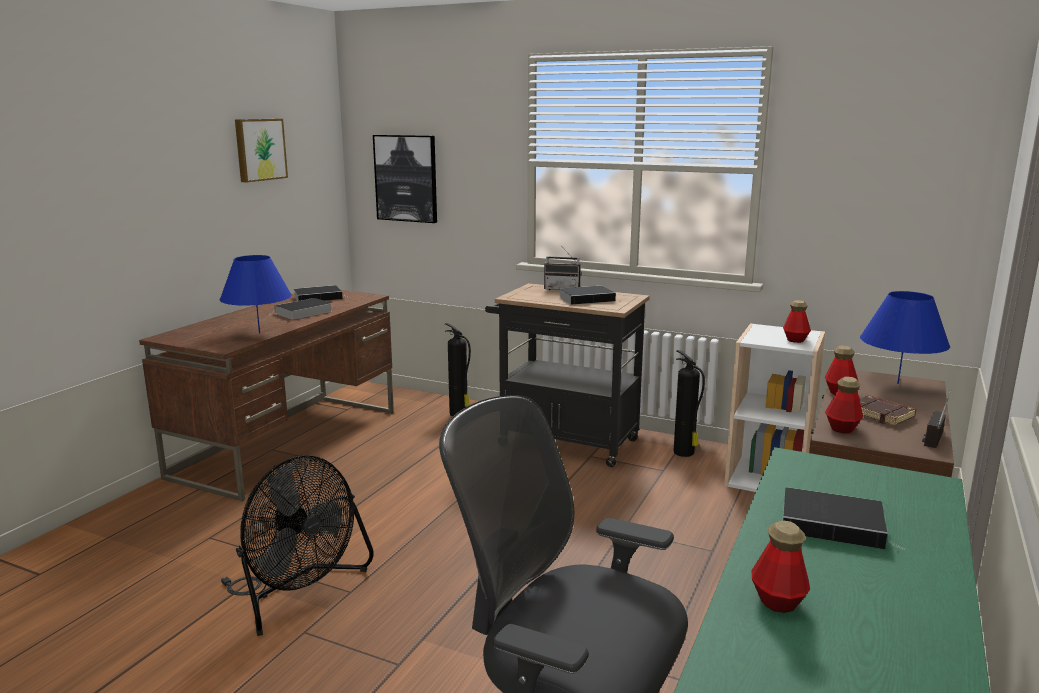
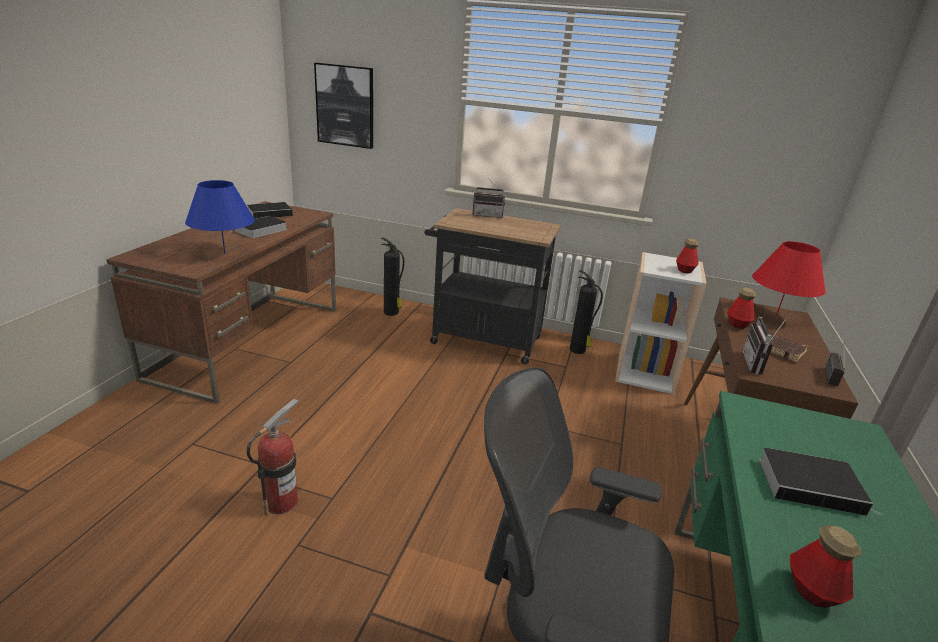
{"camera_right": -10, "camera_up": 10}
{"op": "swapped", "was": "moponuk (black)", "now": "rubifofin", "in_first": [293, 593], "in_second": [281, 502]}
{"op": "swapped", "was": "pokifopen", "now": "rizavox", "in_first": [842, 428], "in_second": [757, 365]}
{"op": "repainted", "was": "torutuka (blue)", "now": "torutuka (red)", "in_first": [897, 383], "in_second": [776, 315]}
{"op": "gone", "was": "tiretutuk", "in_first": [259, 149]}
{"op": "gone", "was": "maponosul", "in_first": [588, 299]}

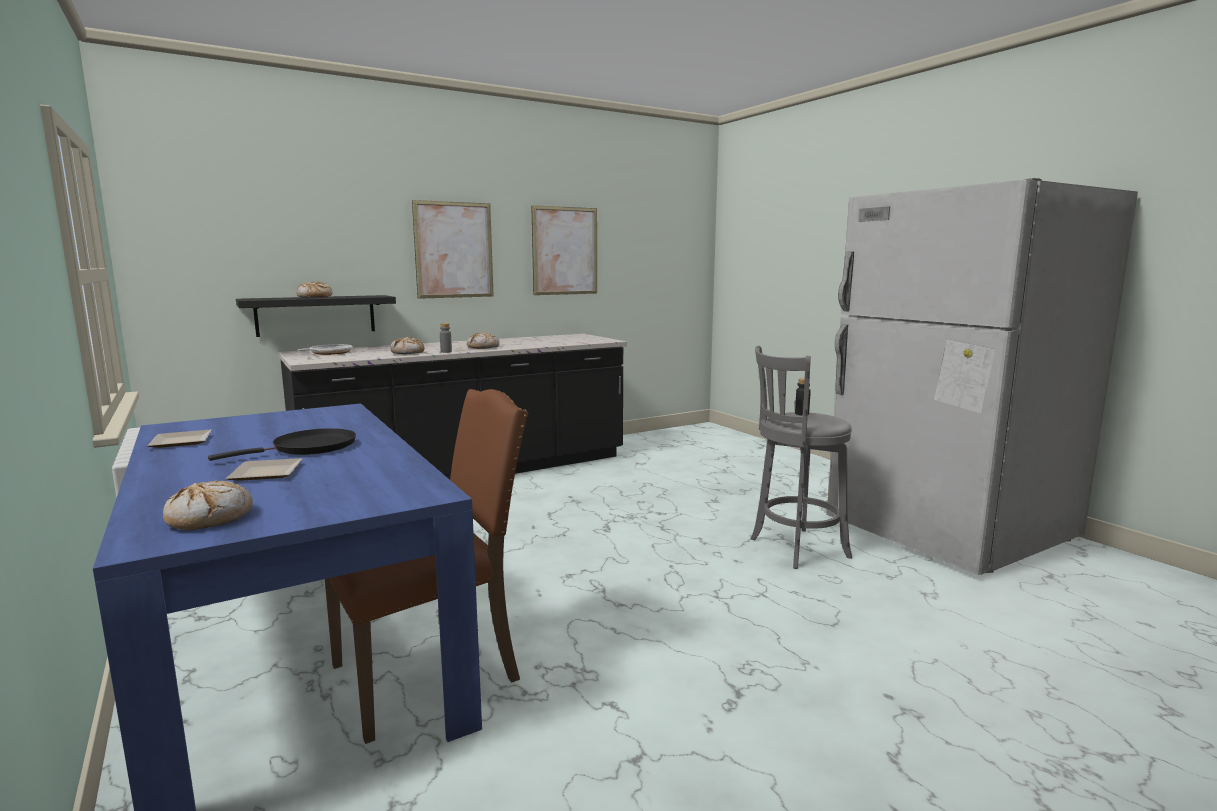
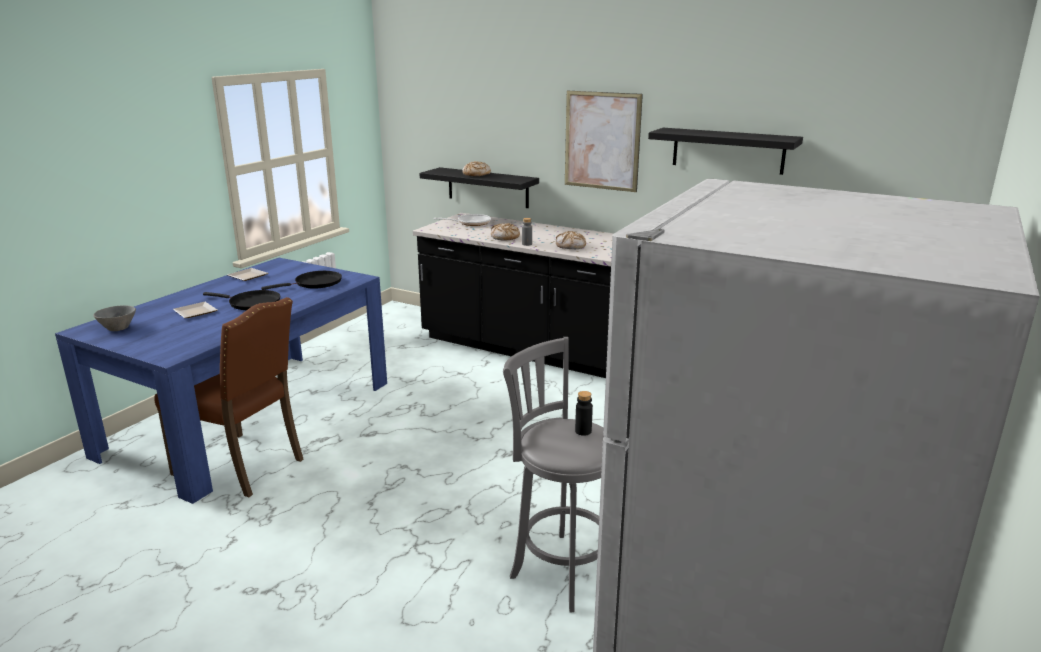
{"camera_right": 60, "camera_up": 10}
{"op": "swapped", "was": "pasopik", "now": "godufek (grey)", "in_first": [210, 517], "in_second": [119, 328]}
{"op": "new", "now": "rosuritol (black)", "in_second": [315, 283]}
{"op": "swapped", "was": "tiretutuk", "now": "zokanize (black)", "in_first": [565, 251], "in_second": [728, 150]}

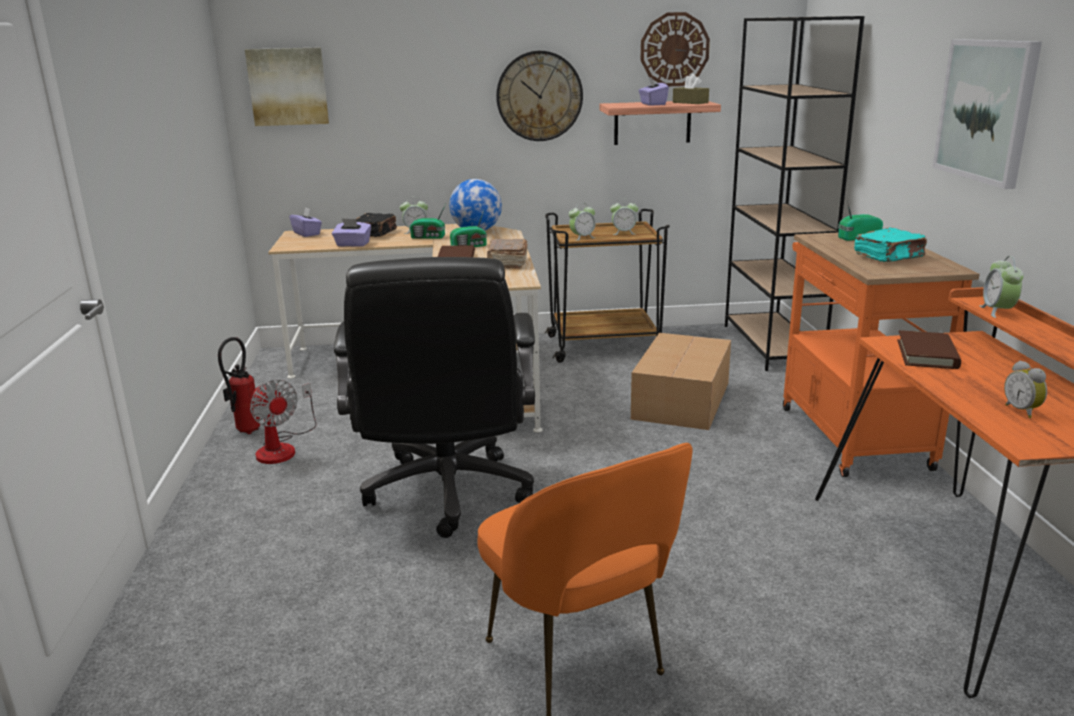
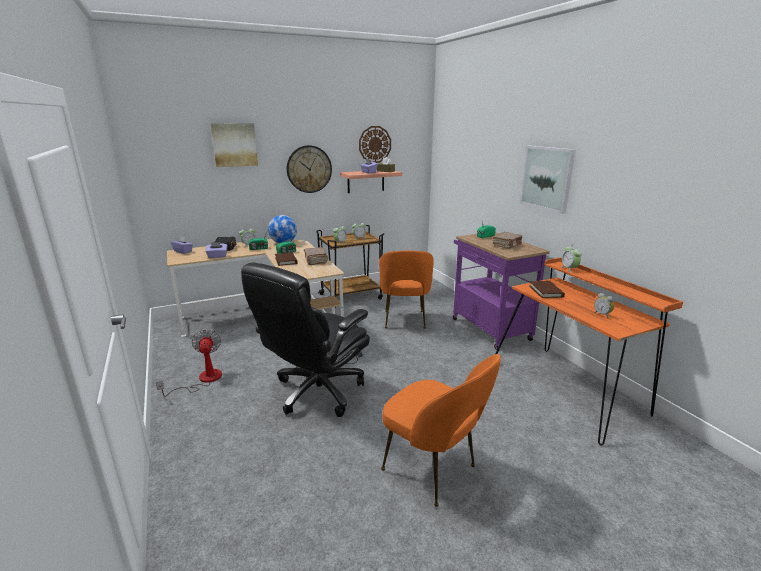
{"camera_right": -20, "camera_up": 0}
{"op": "rotated", "was": "moponuk", "in_first": [282, 448], "in_second": [203, 380], "clockwise": -135}
{"op": "shifted", "was": "tiretutuk", "in_first": [288, 86], "in_second": [234, 145]}
{"op": "rotated", "was": "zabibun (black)", "in_first": [445, 496], "in_second": [315, 393], "clockwise": 60}
{"op": "swapped", "was": "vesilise", "now": "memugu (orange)", "in_first": [680, 401], "in_second": [404, 321]}
{"op": "repainted", "was": "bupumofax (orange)", "now": "bupumofax (purple)", "in_first": [851, 435], "in_second": [489, 328]}
{"op": "repainted", "was": "maponosul (turquoise)", "now": "maponosul (brown)", "in_first": [889, 257], "in_second": [507, 245]}
{"op": "gone", "was": "rubifofin", "in_first": [244, 432]}
{"op": "gone", "was": "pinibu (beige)", "in_first": [773, 345]}

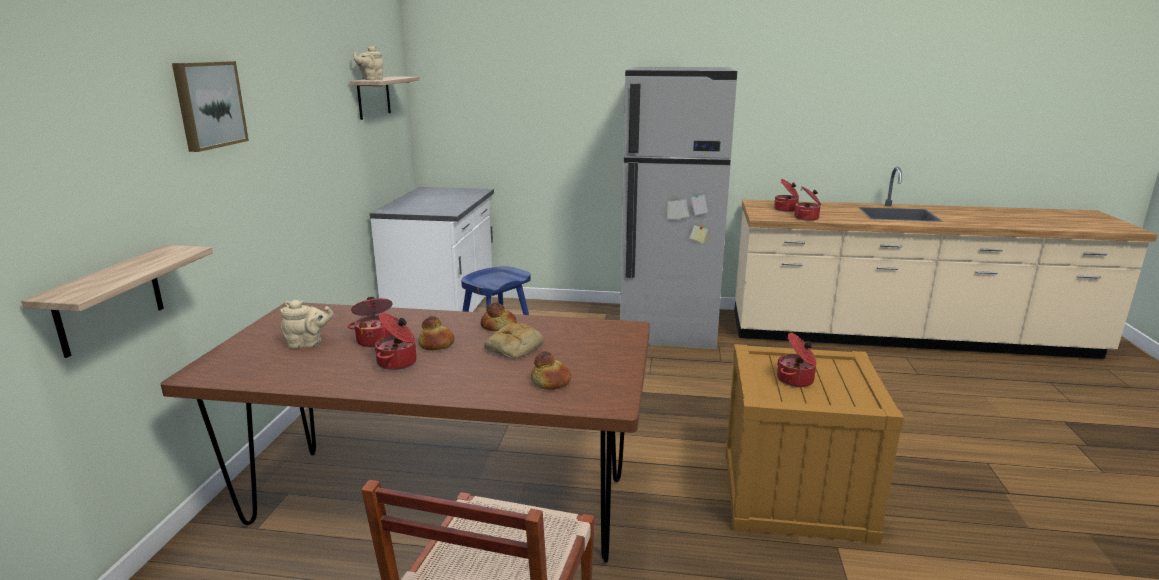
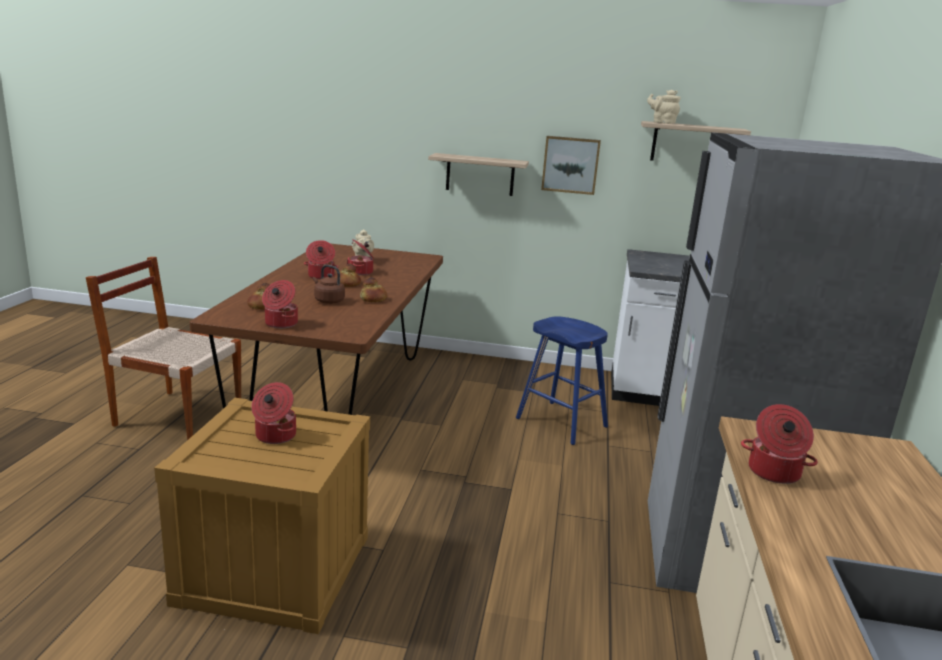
{"camera_right": 90, "camera_up": 0}
{"op": "shifted", "was": "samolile", "in_first": [786, 209], "in_second": [280, 324]}
{"op": "swapped", "was": "pasopik", "now": "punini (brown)", "in_first": [514, 348], "in_second": [328, 301]}
{"op": "shifted", "was": "zokanize", "in_first": [109, 300], "in_second": [480, 174]}
{"op": "shifted", "was": "tiretutuk", "in_first": [208, 104], "in_second": [570, 165]}

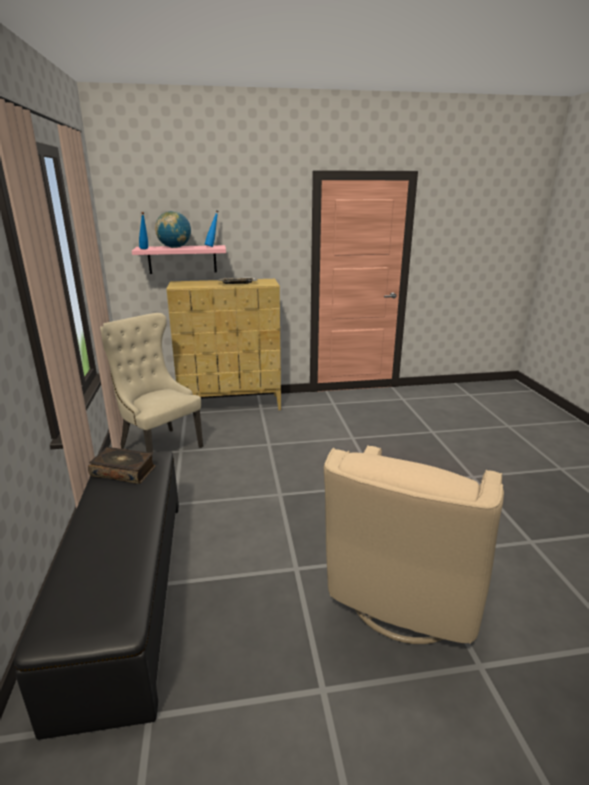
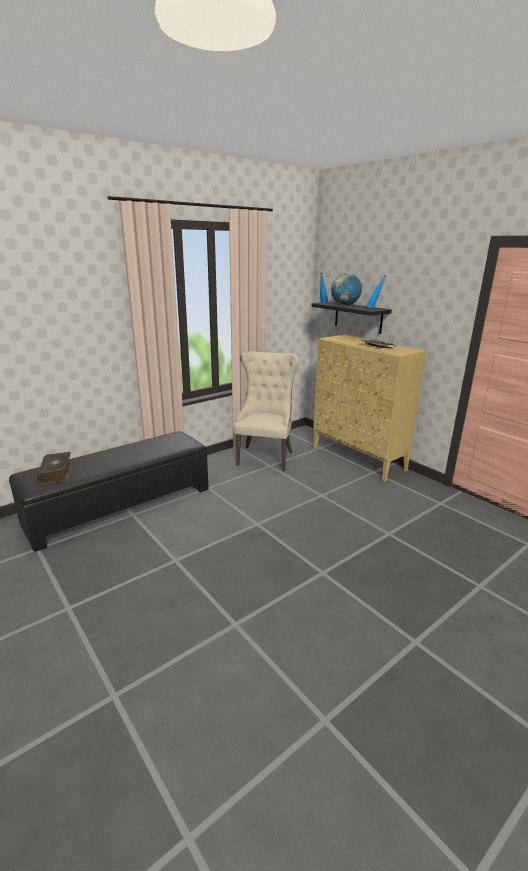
{"camera_right": 60, "camera_up": 0}
{"op": "shifted", "was": "maponosul", "in_first": [124, 471], "in_second": [57, 473]}
{"op": "repainted", "was": "zokanize (pink)", "now": "zokanize (black)", "in_first": [182, 259], "in_second": [358, 317]}
{"op": "gone", "was": "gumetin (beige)", "in_first": [404, 599]}

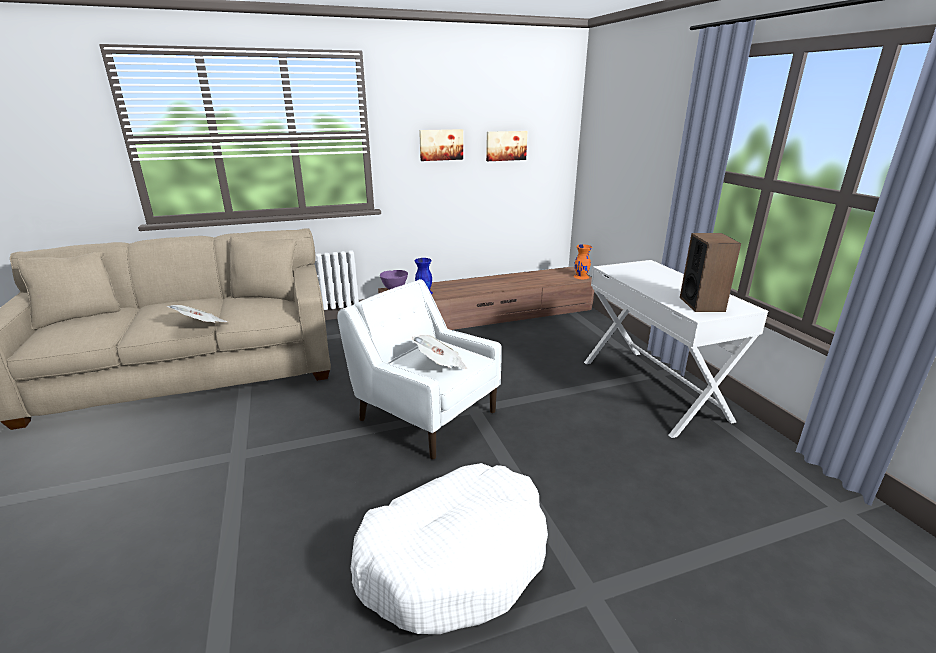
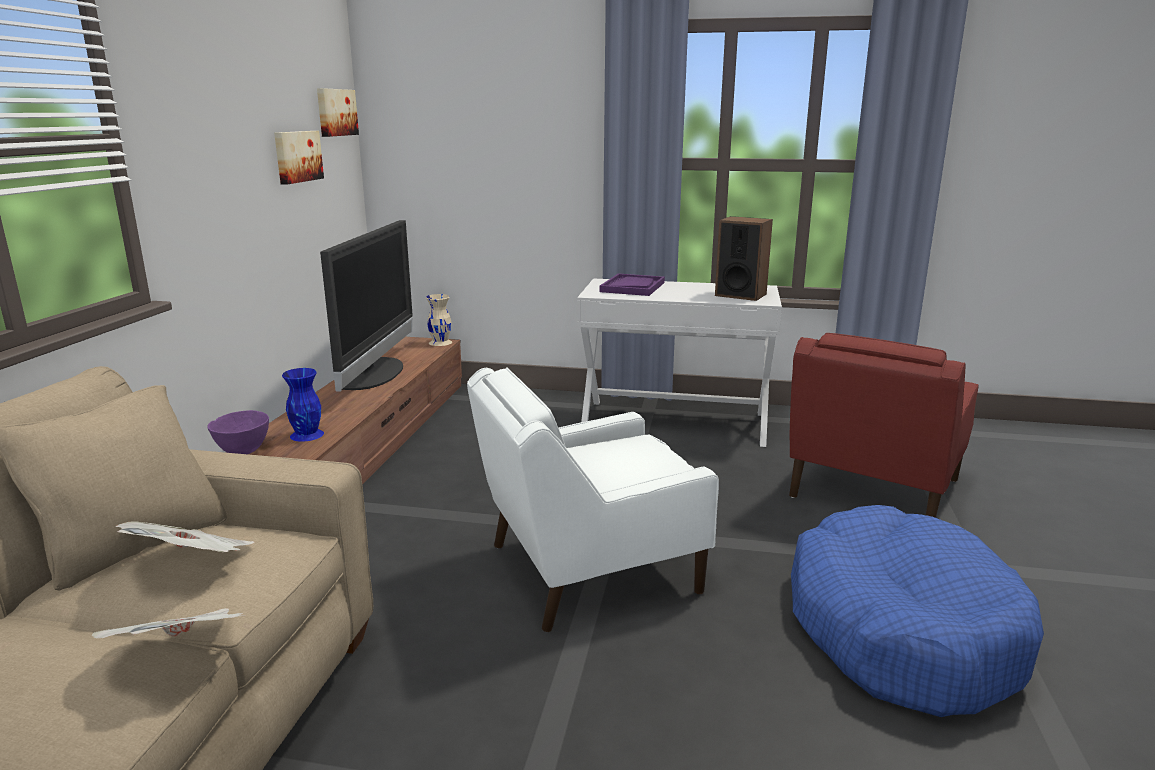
{"camera_right": -60, "camera_up": -5}
{"op": "shifted", "was": "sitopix", "in_first": [440, 365], "in_second": [194, 564]}
{"op": "shifted", "was": "tiretutuk", "in_first": [441, 144], "in_second": [335, 112]}
{"op": "new", "now": "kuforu", "in_second": [375, 374]}
{"op": "repainted", "was": "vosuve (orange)", "now": "vosuve (beige)", "in_first": [581, 276], "in_second": [440, 342]}
{"op": "new", "now": "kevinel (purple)", "in_second": [632, 287]}
{"op": "new", "now": "gumetin (red)", "in_second": [873, 490]}
{"op": "repainted", "was": "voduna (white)", "now": "voduna (blue)", "in_first": [454, 558], "in_second": [900, 630]}

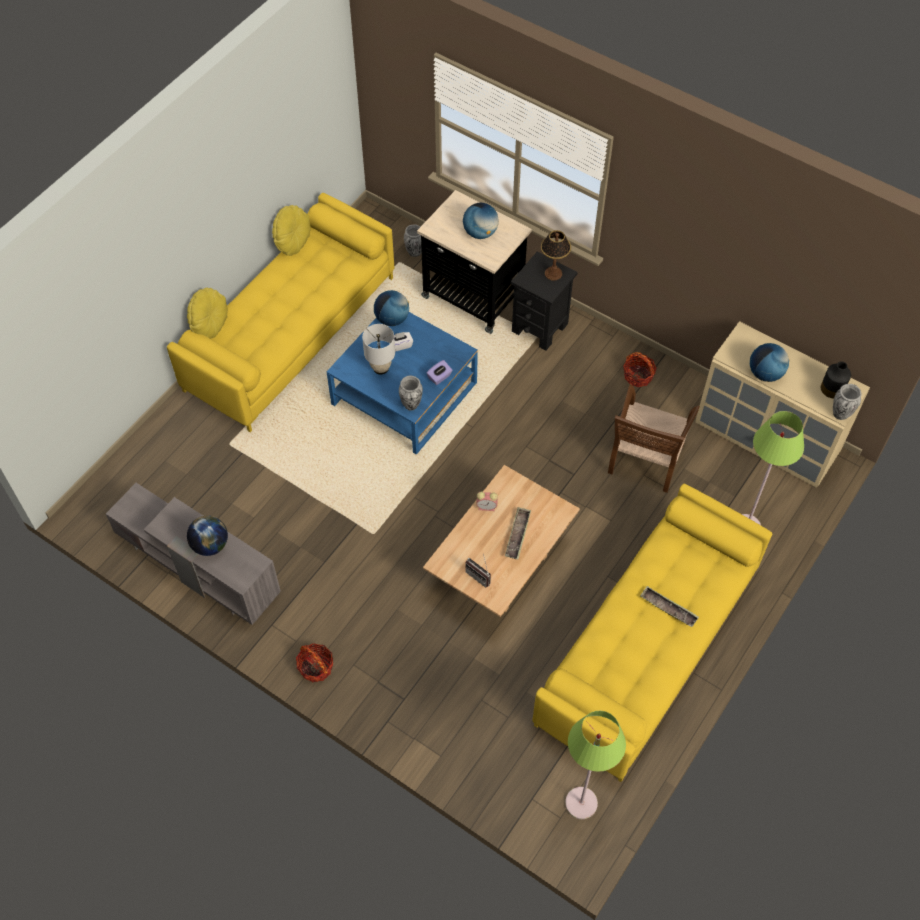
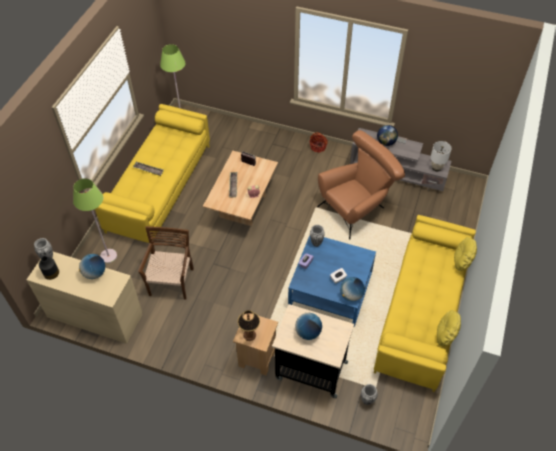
{"camera_right": 165, "camera_up": -5}
{"op": "repainted", "was": "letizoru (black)", "now": "letizoru (beige)", "in_first": [539, 328], "in_second": [257, 357]}
{"op": "new", "now": "gumetin (brown)", "in_second": [356, 207]}
{"op": "shifted", "was": "torutuka (white)", "in_first": [381, 368], "in_second": [436, 168]}
{"op": "gone", "was": "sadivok", "in_first": [638, 376]}

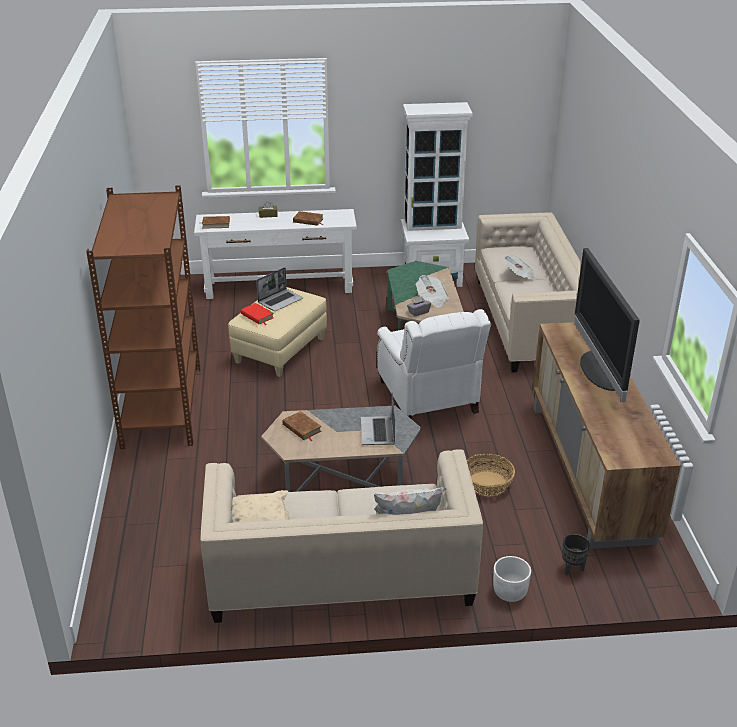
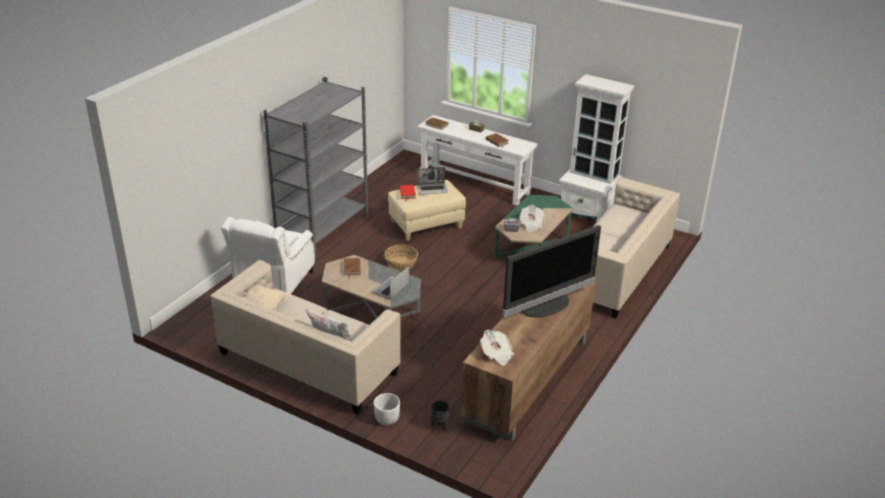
{"camera_right": 35, "camera_up": 0}
{"op": "shifted", "was": "gumetin (white)", "in_first": [428, 398], "in_second": [274, 284]}
{"op": "repainted", "was": "pinibu (brown)", "now": "pinibu (grey)", "in_first": [162, 406], "in_second": [323, 230]}
{"op": "shifted", "was": "sadivok", "in_first": [487, 484], "in_second": [401, 263]}
{"op": "shifted", "was": "sitopix", "in_first": [519, 275], "in_second": [496, 354]}
{"op": "rotated", "was": "kuforu", "in_first": [599, 371], "in_second": [546, 306], "clockwise": -150}

